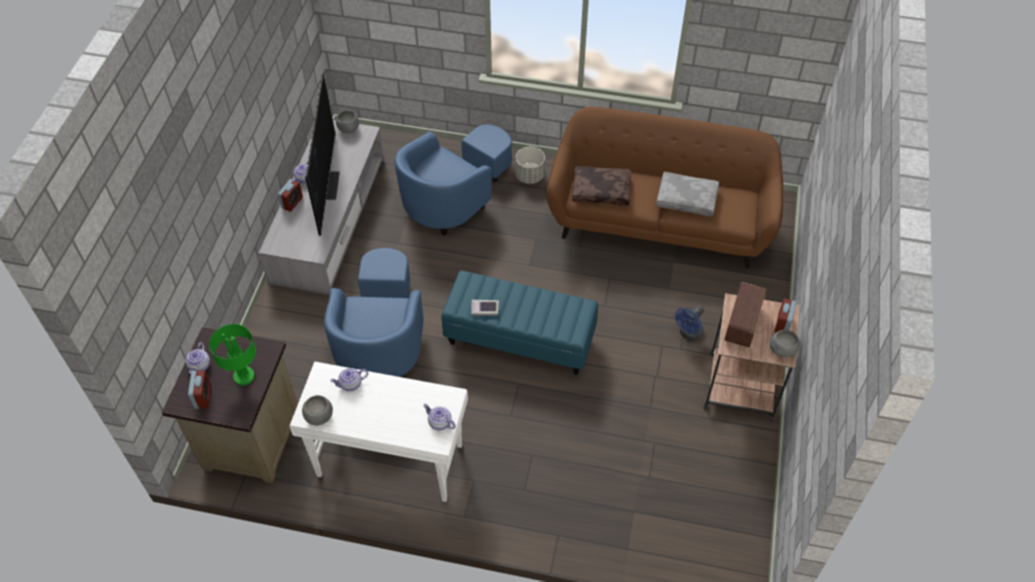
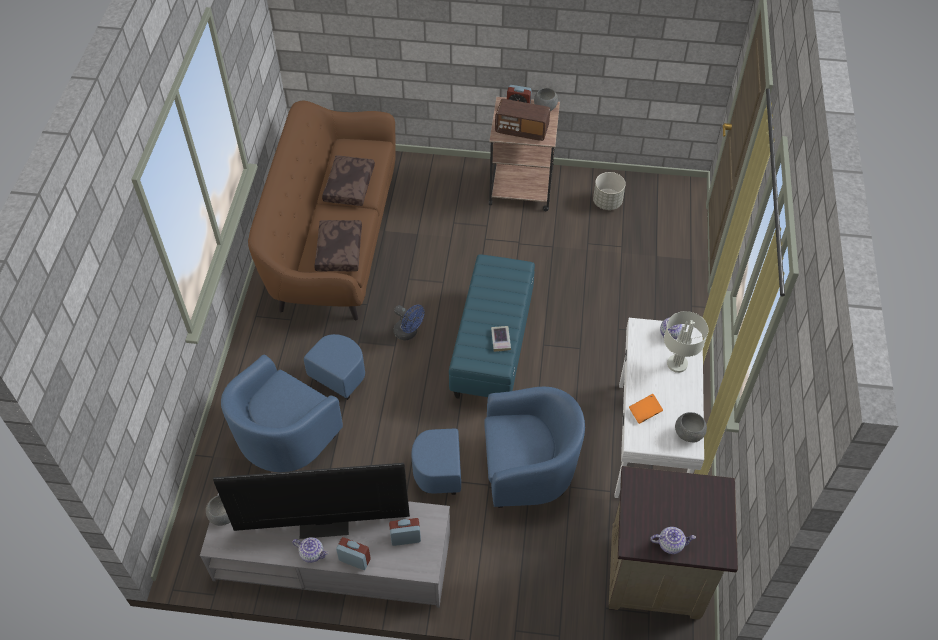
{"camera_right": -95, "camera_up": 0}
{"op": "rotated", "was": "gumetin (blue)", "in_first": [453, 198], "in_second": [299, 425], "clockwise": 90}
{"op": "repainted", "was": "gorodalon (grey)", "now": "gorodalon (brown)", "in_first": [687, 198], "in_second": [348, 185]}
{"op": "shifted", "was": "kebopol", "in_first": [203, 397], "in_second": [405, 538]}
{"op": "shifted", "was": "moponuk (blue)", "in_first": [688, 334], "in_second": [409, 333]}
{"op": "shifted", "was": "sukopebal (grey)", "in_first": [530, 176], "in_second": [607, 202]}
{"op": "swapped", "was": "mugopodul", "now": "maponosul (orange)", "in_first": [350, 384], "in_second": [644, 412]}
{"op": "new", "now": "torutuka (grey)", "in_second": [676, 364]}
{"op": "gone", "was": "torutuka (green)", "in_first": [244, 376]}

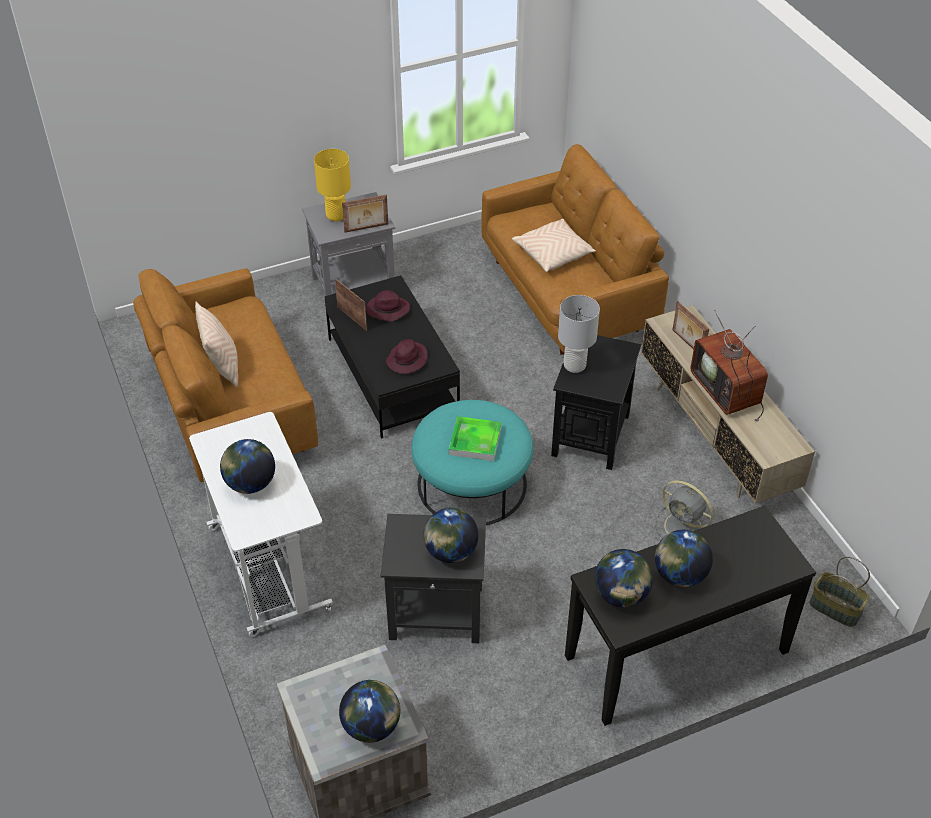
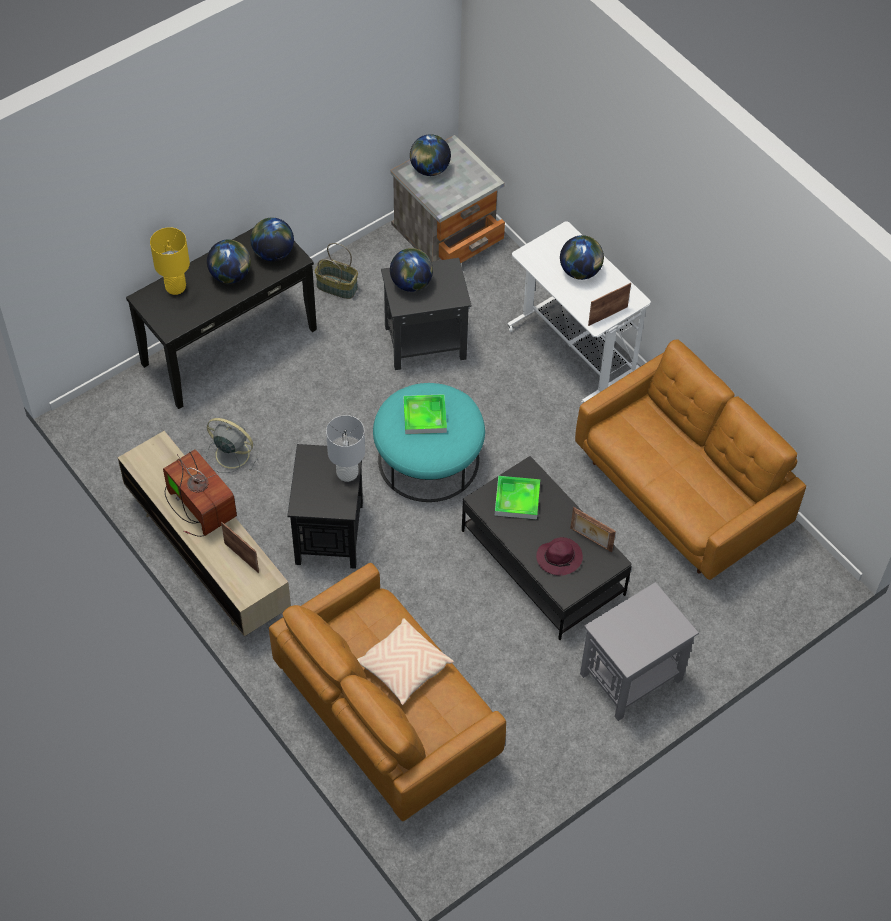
{"camera_right": 165, "camera_up": 10}
{"op": "shifted", "was": "torutuka (yellow)", "in_first": [336, 217], "in_second": [176, 288]}
{"op": "shifted", "was": "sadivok", "in_first": [834, 608], "in_second": [337, 286]}
{"op": "swapped", "was": "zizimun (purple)", "now": "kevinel", "in_first": [407, 360], "in_second": [517, 499]}
{"op": "shifted", "was": "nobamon", "in_first": [366, 228], "in_second": [607, 315]}
{"op": "gone", "was": "gorodalon (beige)", "in_first": [222, 366]}

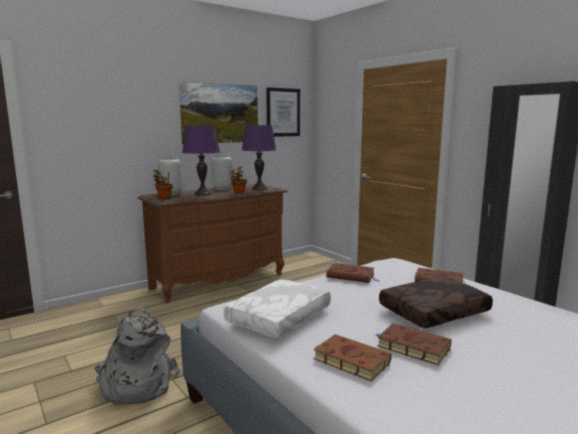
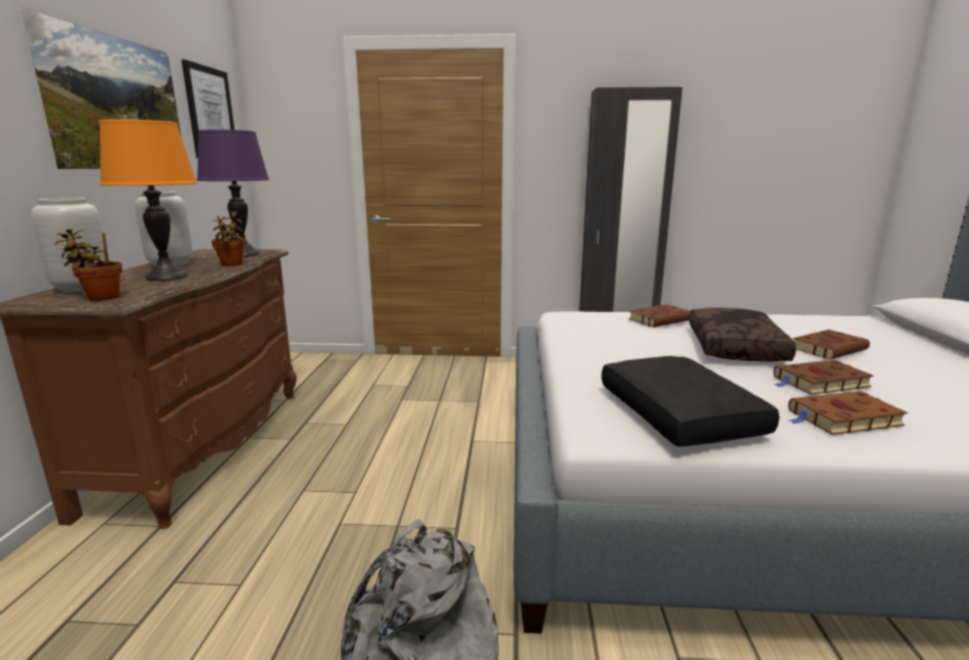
{"camera_right": -50, "camera_up": 5}
{"op": "repainted", "was": "torutuka (purple)", "now": "torutuka (orange)", "in_first": [203, 194], "in_second": [167, 277]}
{"op": "repainted", "was": "gorodalon (white)", "now": "gorodalon (black)", "in_first": [280, 318], "in_second": [681, 415]}
{"op": "shifted", "was": "maponosul (brown)", "in_first": [352, 276], "in_second": [829, 348]}

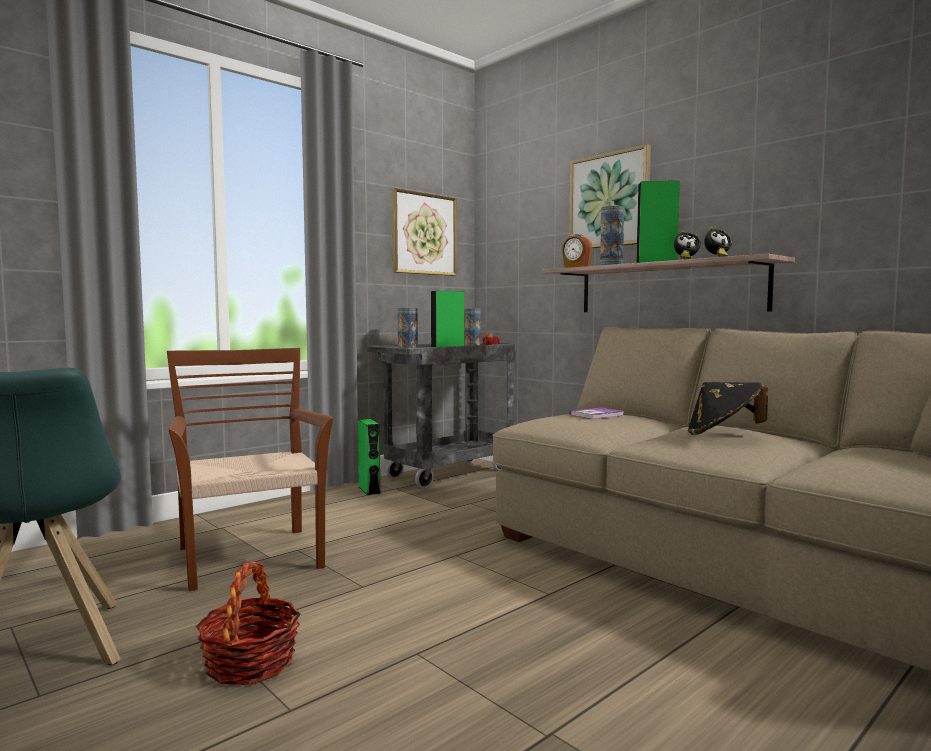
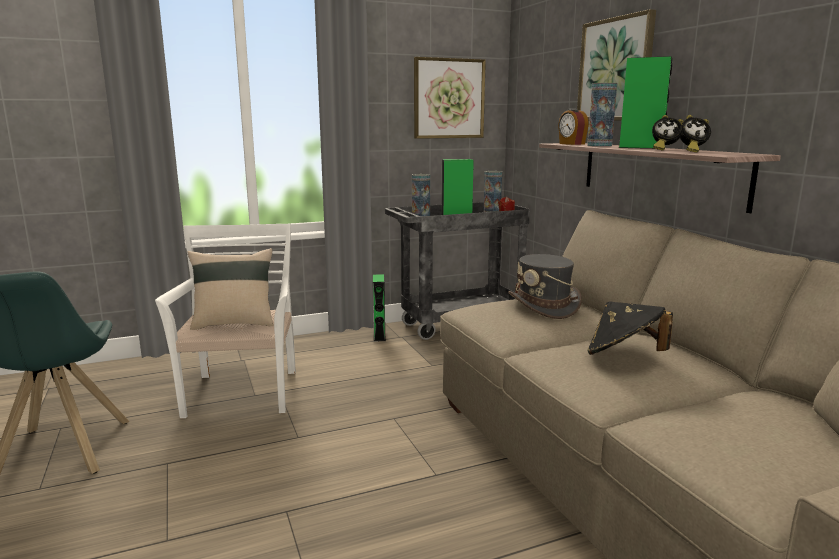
{"camera_right": 20, "camera_up": 10}
{"op": "repainted", "was": "gumetin (brown)", "now": "gumetin (white)", "in_first": [250, 556], "in_second": [242, 392]}
{"op": "new", "now": "gorodalon (beige)", "in_second": [234, 323]}
{"op": "swapped", "was": "maponosul", "now": "zizimun (grey)", "in_first": [596, 415], "in_second": [544, 306]}
{"op": "gone", "was": "sadivok", "in_first": [250, 663]}

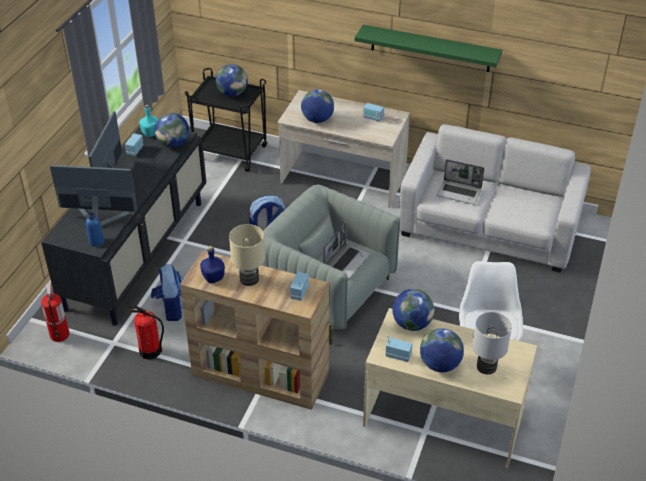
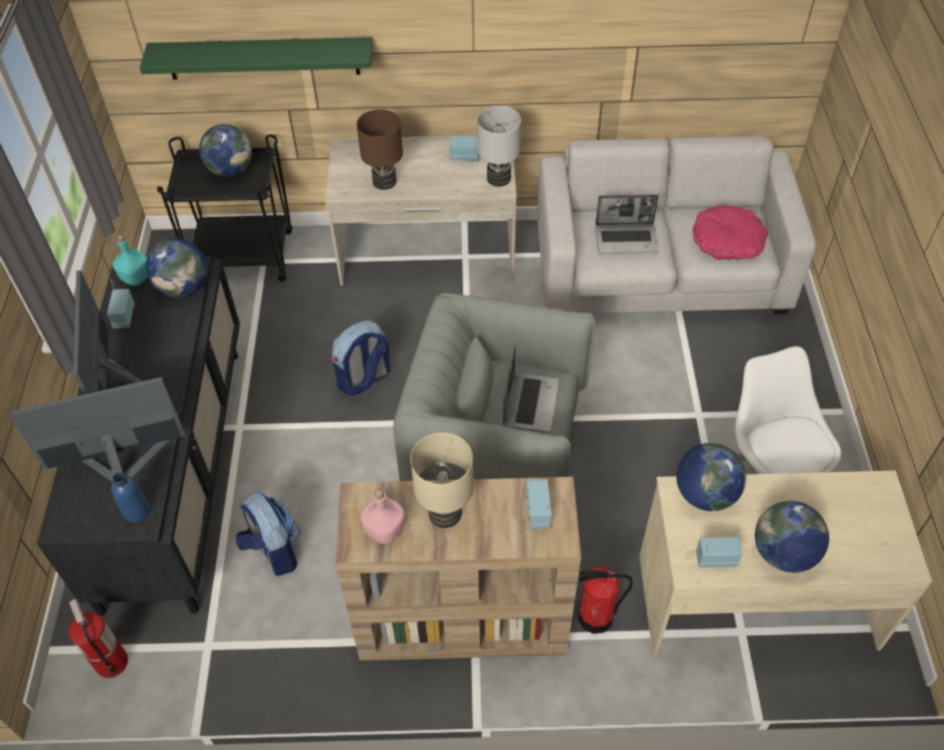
{"camera_right": -20, "camera_up": 10}
{"op": "shifted", "was": "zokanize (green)", "in_first": [430, 48], "in_second": [263, 58]}
{"op": "swapped", "was": "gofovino", "now": "torutuka (brown)", "in_first": [317, 120], "in_second": [384, 181]}
{"op": "repainted", "was": "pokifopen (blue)", "now": "pokifopen (pink)", "in_first": [213, 277], "in_second": [384, 530]}
{"op": "shifted", "was": "torutuka (grey)", "in_first": [486, 367], "in_second": [498, 178]}
{"op": "shifted", "was": "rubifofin", "in_first": [150, 351], "in_second": [596, 617]}
{"op": "new", "now": "gorodalon (pink)", "in_second": [727, 241]}

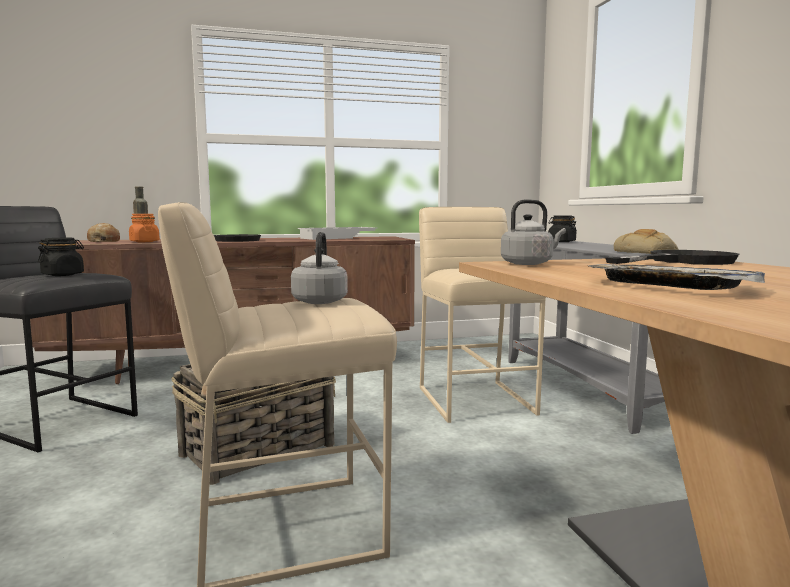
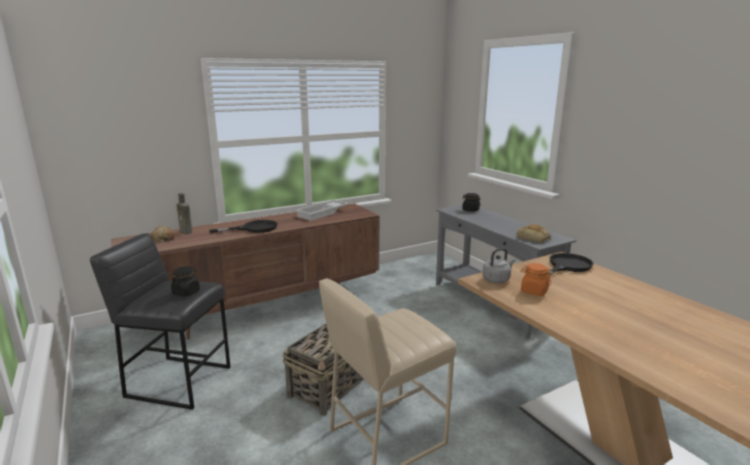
{"camera_right": -15, "camera_up": 10}
{"op": "shifted", "was": "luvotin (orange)", "in_first": [144, 242], "in_second": [534, 291]}
{"op": "gone", "was": "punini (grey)", "in_first": [320, 301]}
{"op": "gone", "was": "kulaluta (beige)", "in_first": [475, 400]}
{"op": "gone", "was": "kevinel", "in_first": [668, 286]}

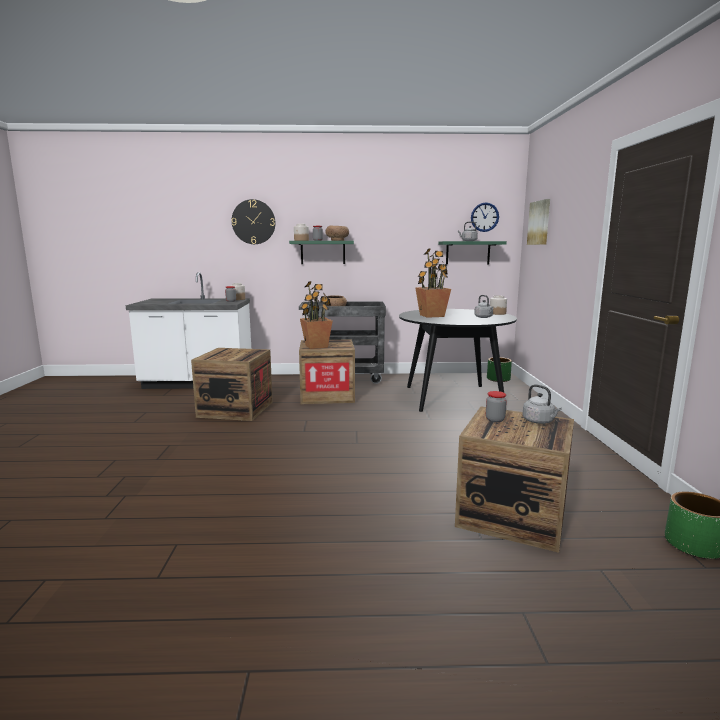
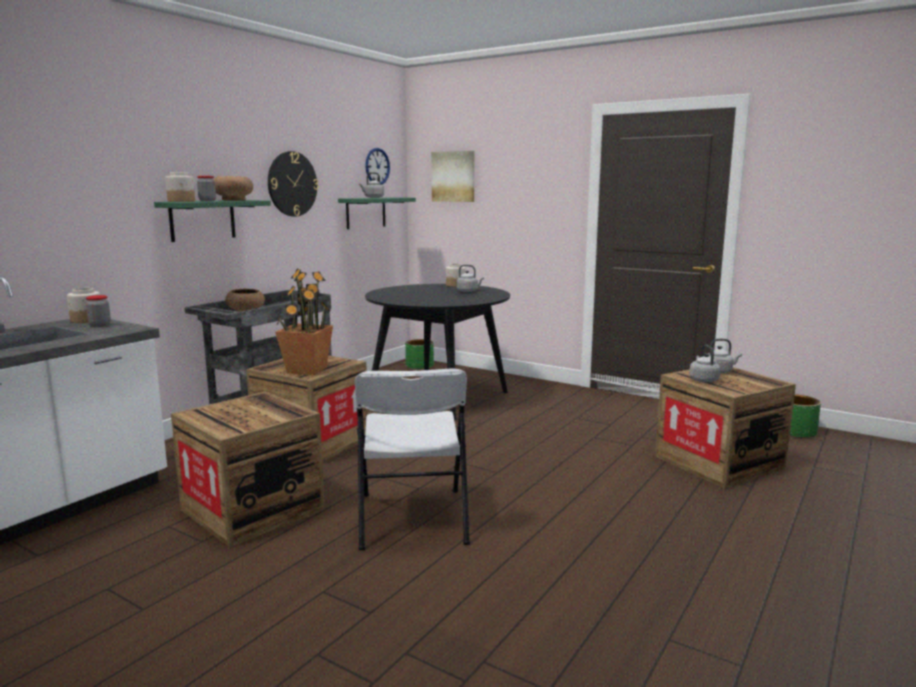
{"camera_right": -55, "camera_up": 0}
{"op": "shifted", "was": "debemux", "in_first": [253, 222], "in_second": [292, 184]}
{"op": "new", "now": "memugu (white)", "in_second": [412, 518]}
{"op": "swapped", "was": "luvotin", "now": "punini (grey)", "in_first": [495, 419], "in_second": [703, 380]}
{"op": "gone", "was": "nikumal", "in_first": [432, 315]}

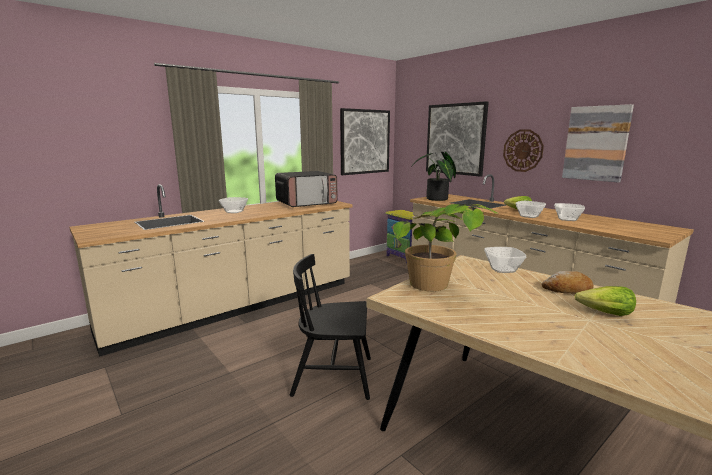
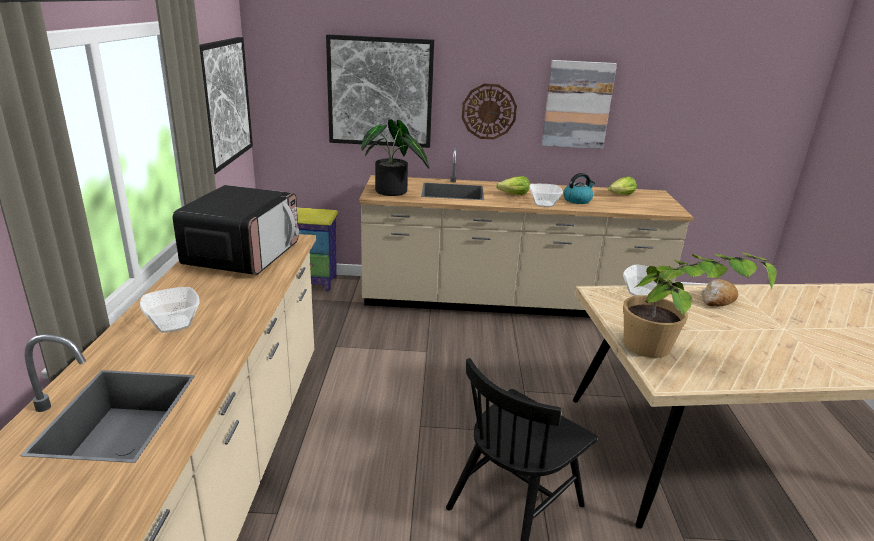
{"camera_right": -50, "camera_up": 10}
{"op": "swapped", "was": "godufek", "now": "punini", "in_first": [567, 219], "in_second": [577, 200]}
{"op": "shifted", "was": "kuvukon", "in_first": [605, 313], "in_second": [621, 195]}

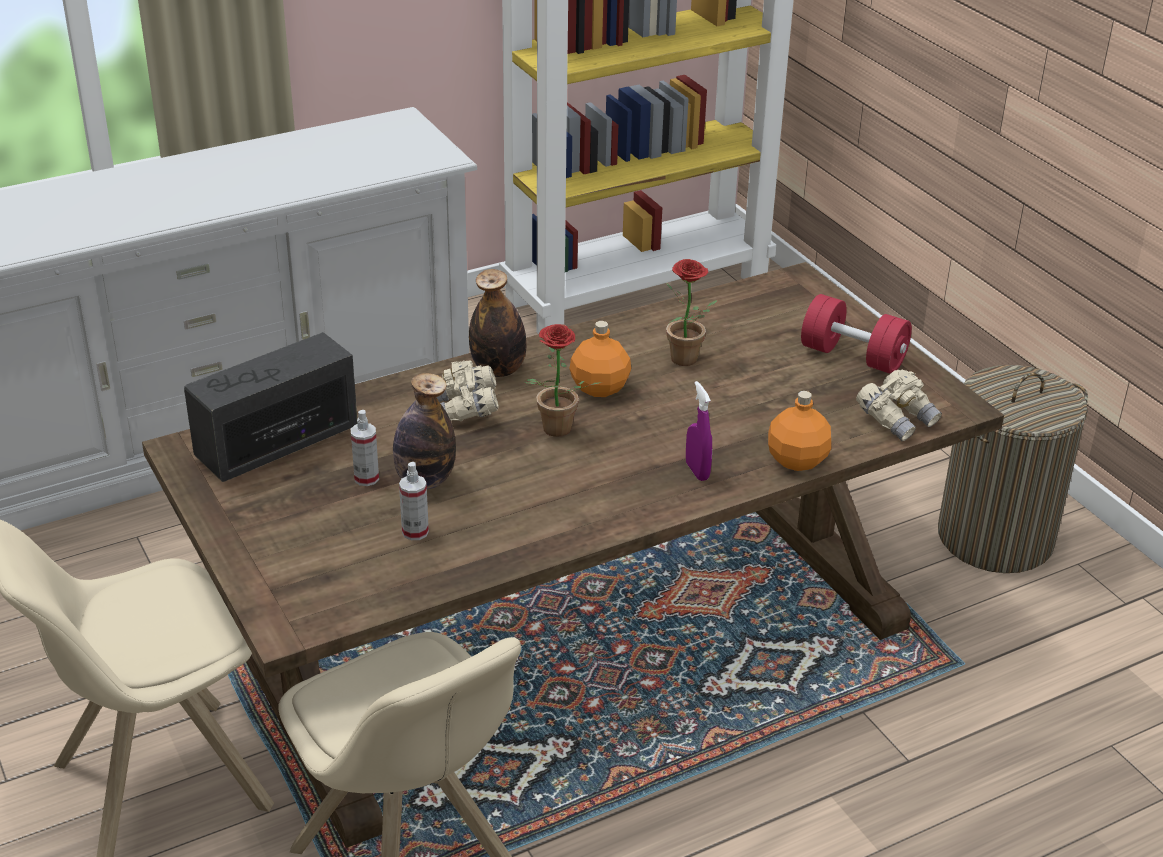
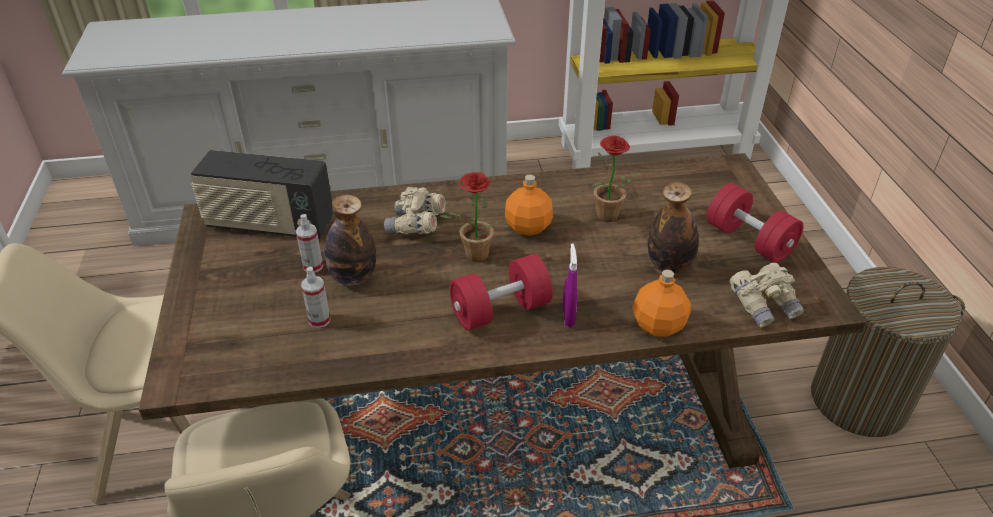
{"camera_right": 20, "camera_up": 5}
{"op": "rotated", "was": "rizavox", "in_first": [277, 443], "in_second": [270, 225], "clockwise": -150}
{"op": "new", "now": "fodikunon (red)", "in_second": [500, 310]}
{"op": "shifted", "was": "pokifopen", "in_first": [498, 369], "in_second": [669, 265]}

